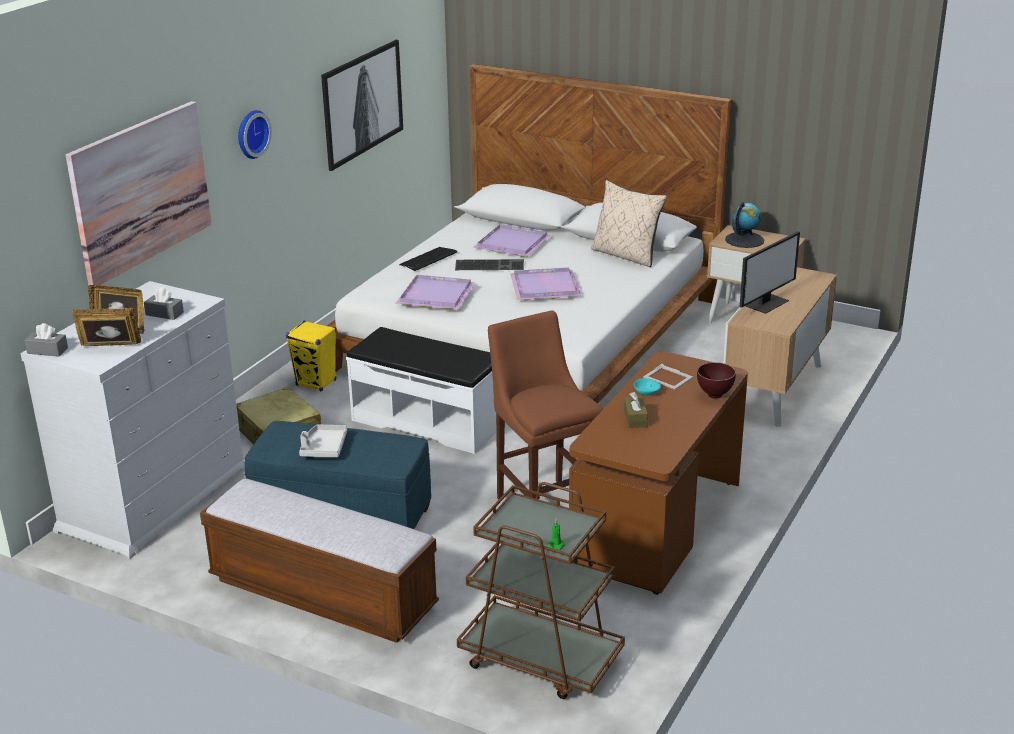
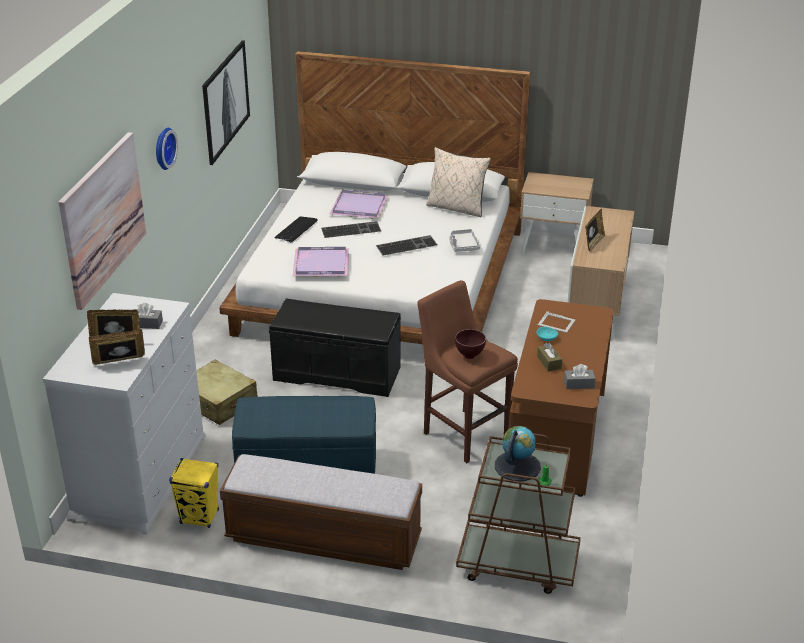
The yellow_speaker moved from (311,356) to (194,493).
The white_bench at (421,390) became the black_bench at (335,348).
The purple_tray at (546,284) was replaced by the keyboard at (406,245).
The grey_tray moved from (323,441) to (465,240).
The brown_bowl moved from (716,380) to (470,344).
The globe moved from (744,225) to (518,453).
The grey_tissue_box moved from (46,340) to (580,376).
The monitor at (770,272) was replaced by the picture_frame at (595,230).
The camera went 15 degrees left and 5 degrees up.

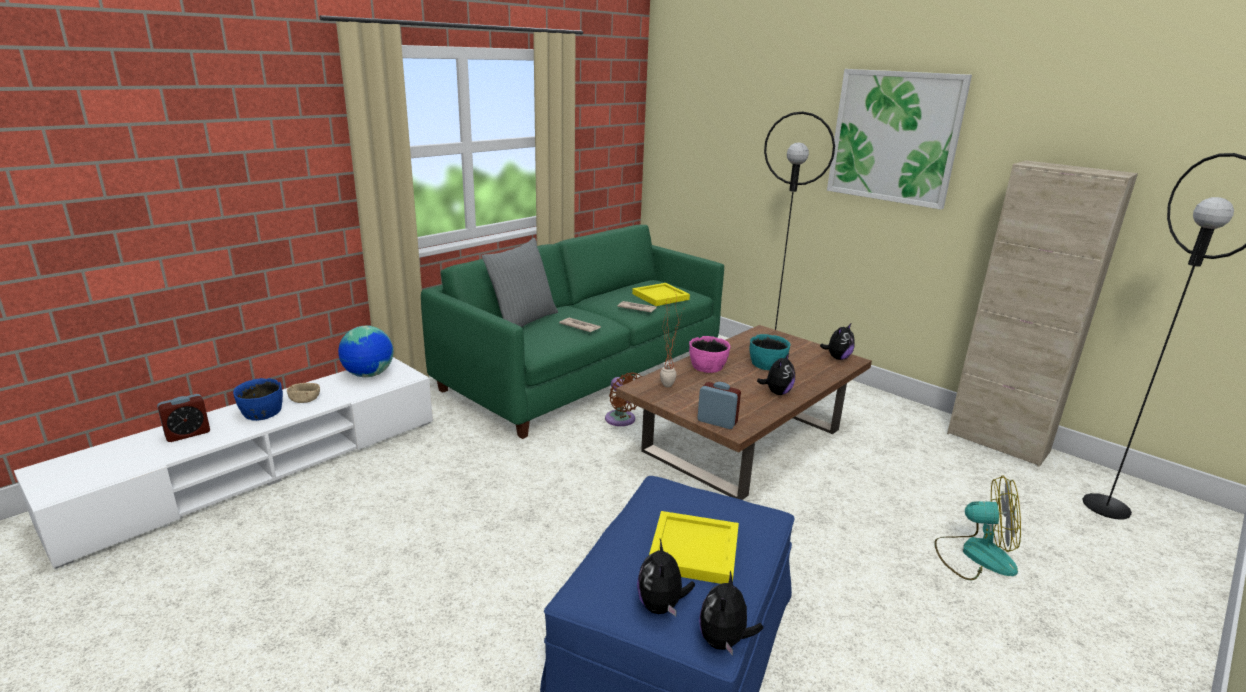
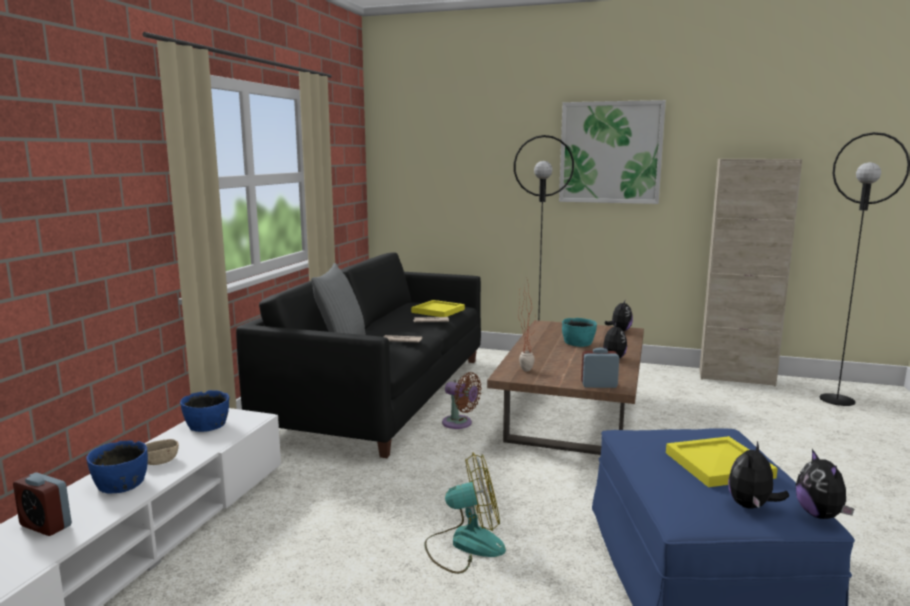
The alarm_clock at (183,418) turned 90 degrees clockwise.
The globe at (365,351) was replaced by the blue_bowl at (204,411).
The green_sofa at (572,332) became the black_sofa at (358,355).
The fan moved from (977,527) to (465,513).
The plush_toy at (666,577) turned 60 degrees clockwise.
The pink_bowl at (709,354) disappeared.
The camera went 25 degrees left and 10 degrees down.

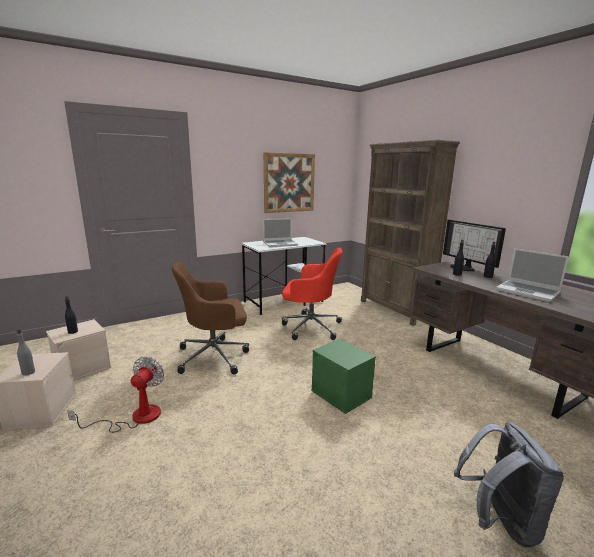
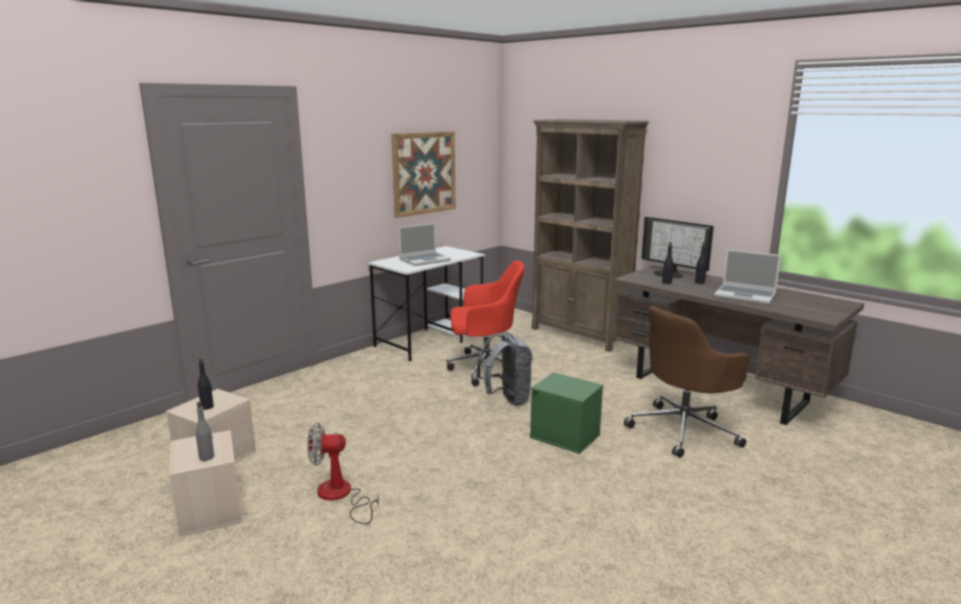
The fan at (115,395) turned 90 degrees counterclockwise.
The grey_backpack moved from (509,484) to (504,369).
The brown_office_chair moved from (210,318) to (687,382).
The camera went 15 degrees left and 0 degrees up.

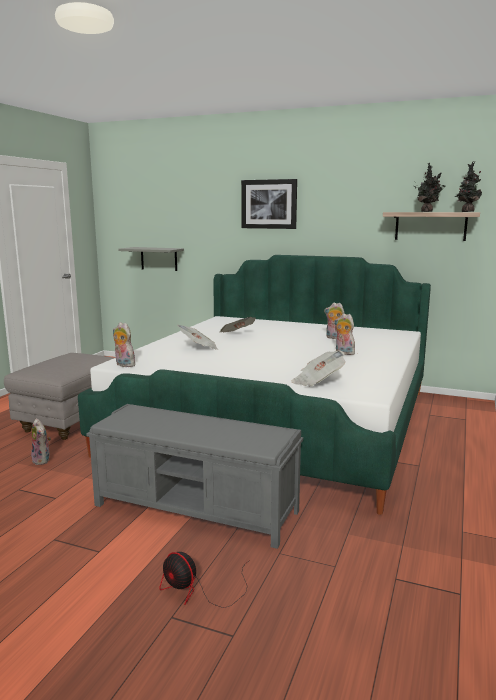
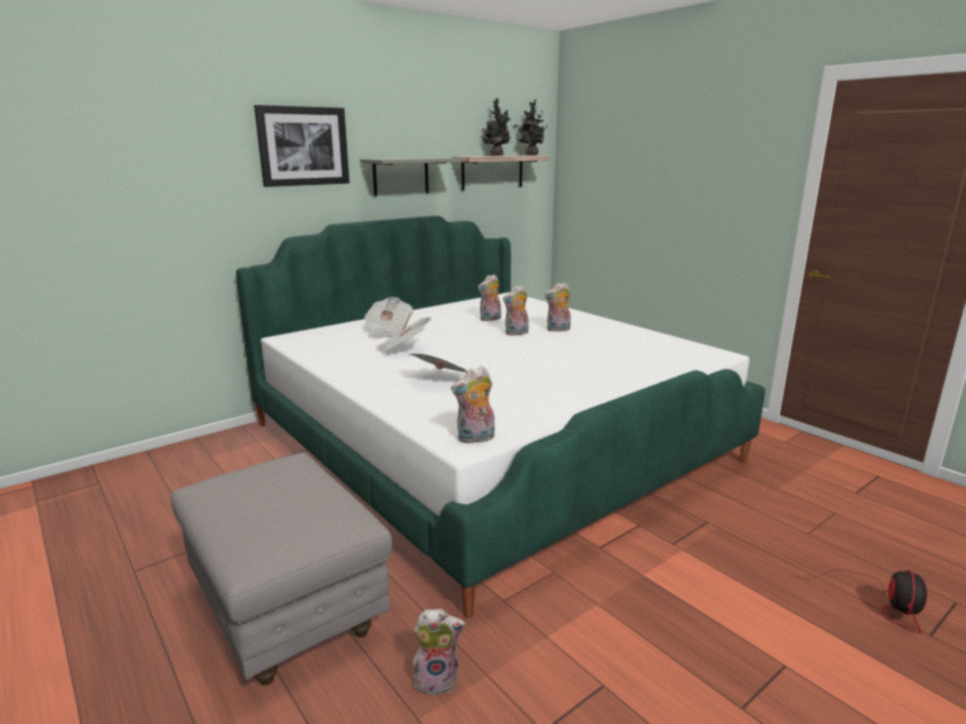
The grey_shelf moved from (151,259) to (411,177).
The newspaper moved from (318,369) to (389,318).
The plush_toy at (516,310) appeared.
The fan at (205,580) turned 45 degrees counterclockwise.
The grey_bench at (194,476) disappeared.
The camera went 60 degrees left and 5 degrees up.

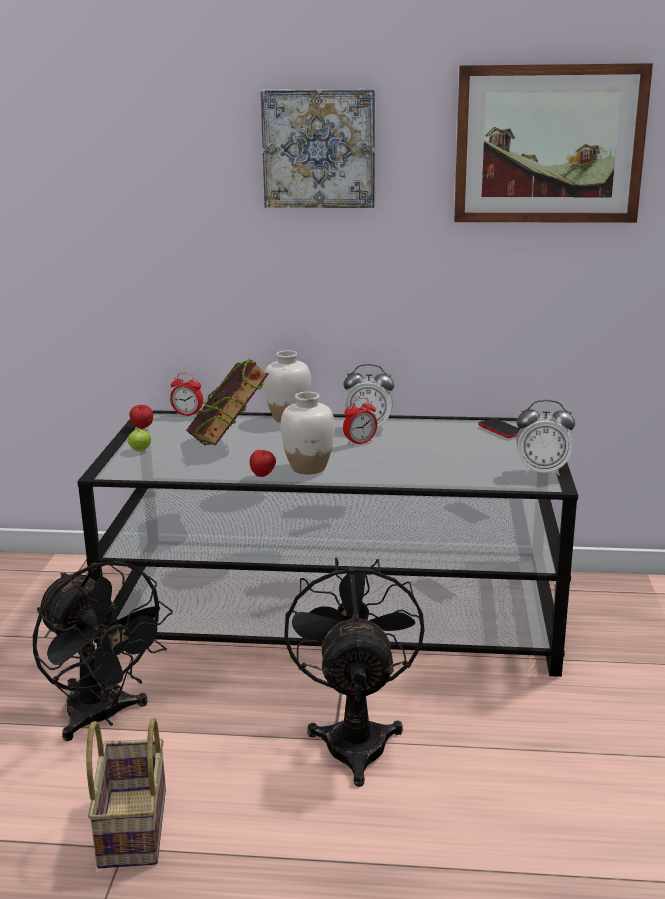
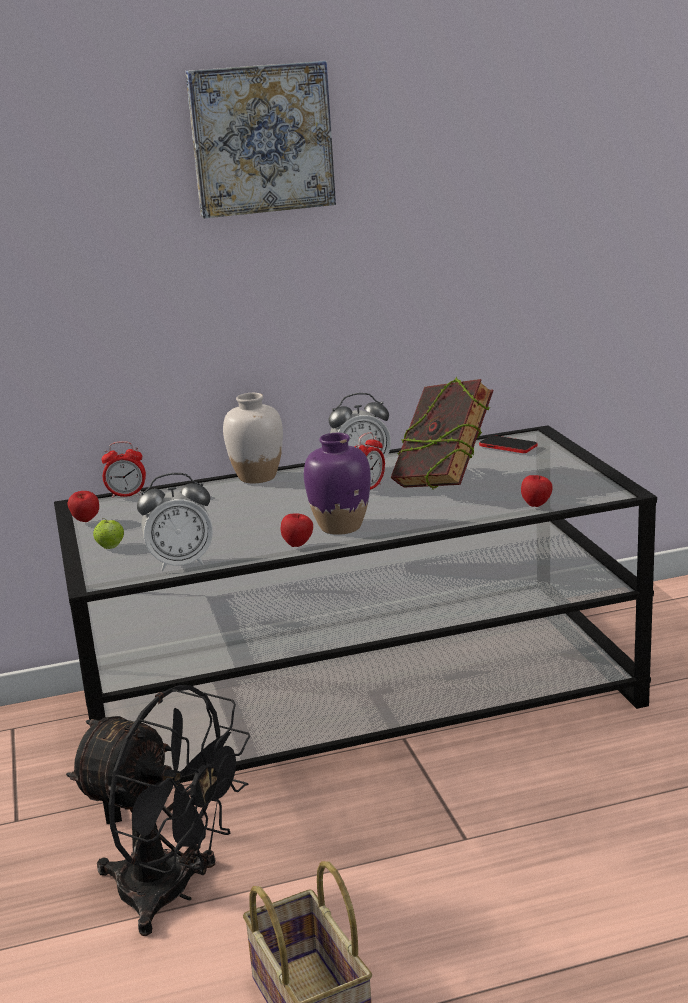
The alarm_clock moved from (545,438) to (175,522).
The white_vase at (308,433) became the purple_vase at (337,484).
The book moved from (227,402) to (442,433).
The apple at (537,491) appeared.
The black_fan at (354,672) disappeared.
The picture at (553,143) disappeared.
The camera went 20 degrees left and 0 degrees up.

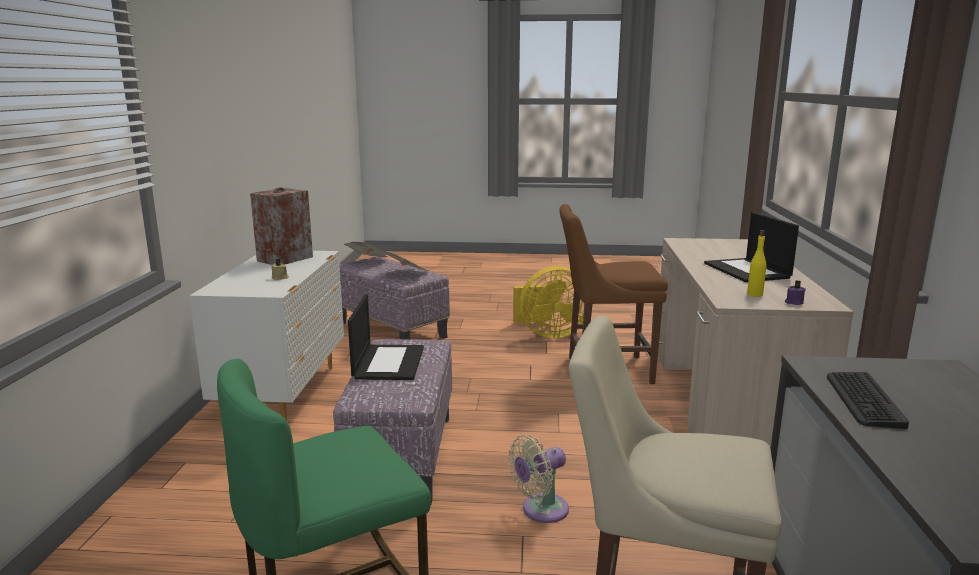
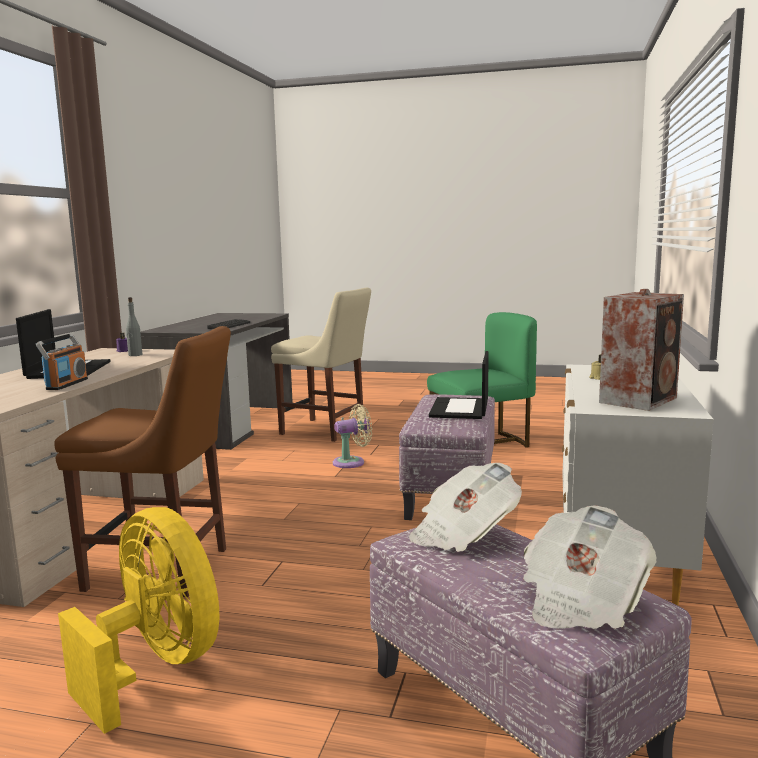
The radio at (62,362) appeared.
The yellow_fan at (548,302) turned 45 degrees clockwise.
The yellow_bottle at (756,263) became the grey_bottle at (134,326).
The camera went 170 degrees left and 5 degrees down.

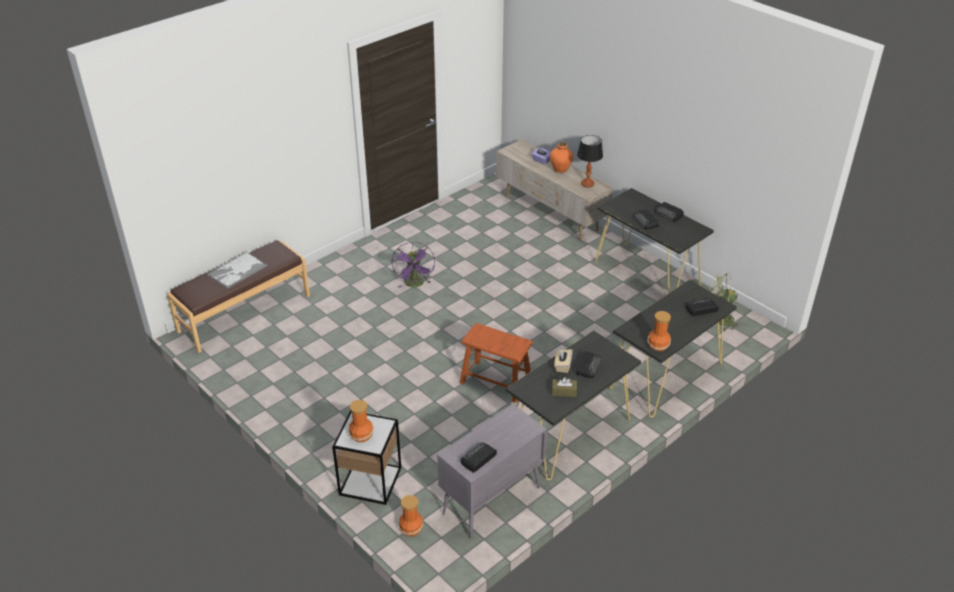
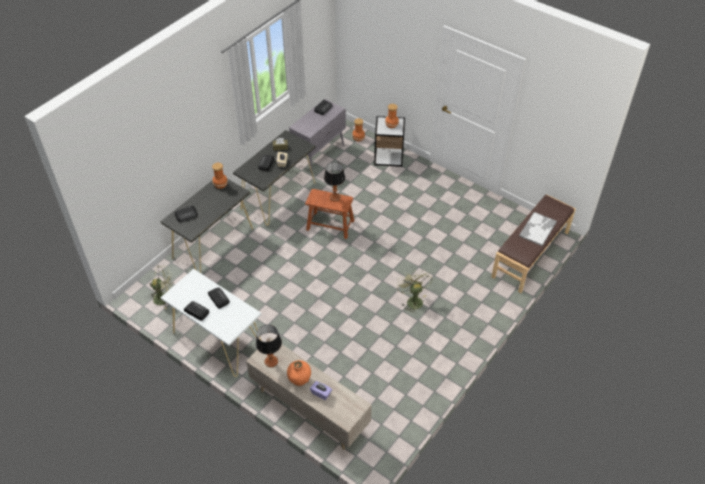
The black_console_table at (654,240) became the white_console_table at (211,323).
The table_lamp at (334,182) appeared.
The purple_fan at (413,265) became the green_fan at (414,291).
The camera went 170 degrees right and 10 degrees up.

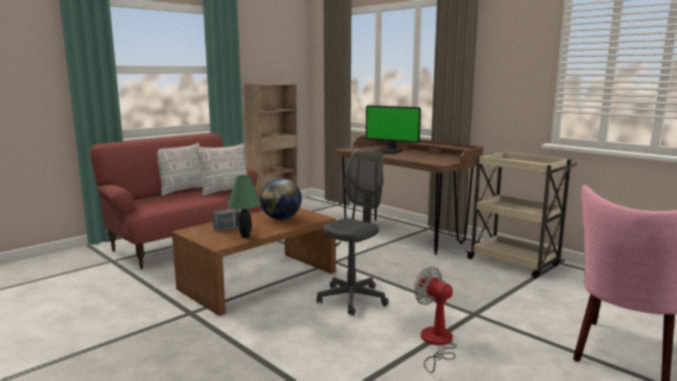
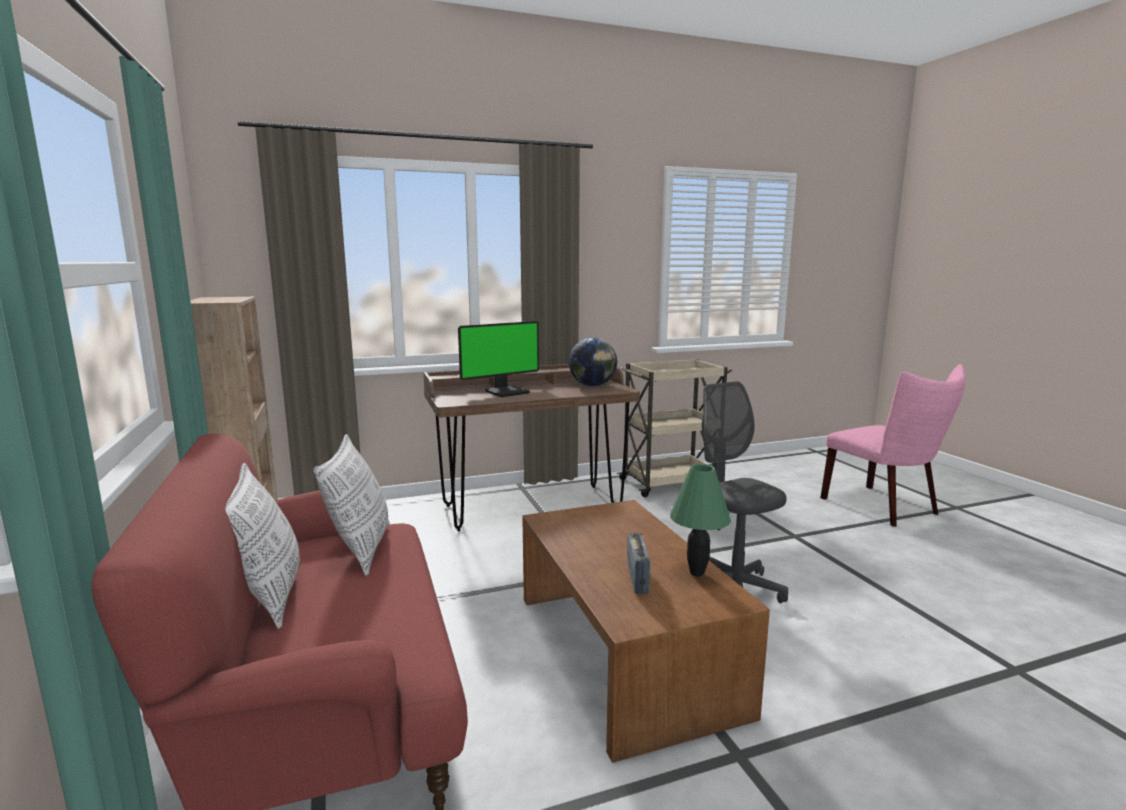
The globe moved from (281,199) to (593,362).
The fan at (435,320) disappeared.
The camera went 65 degrees left and 0 degrees up.

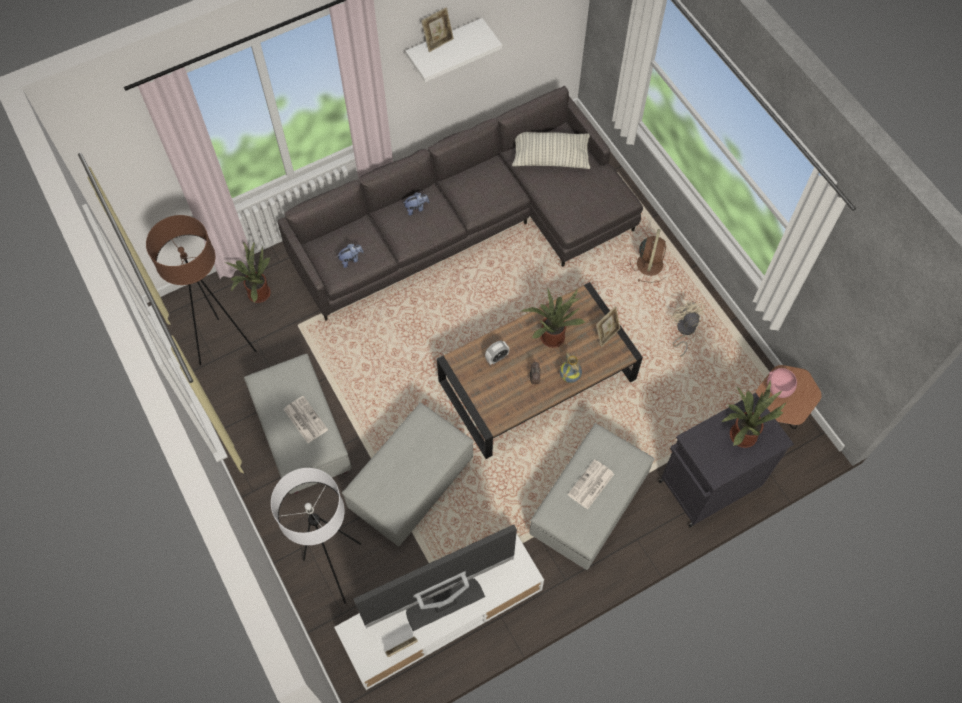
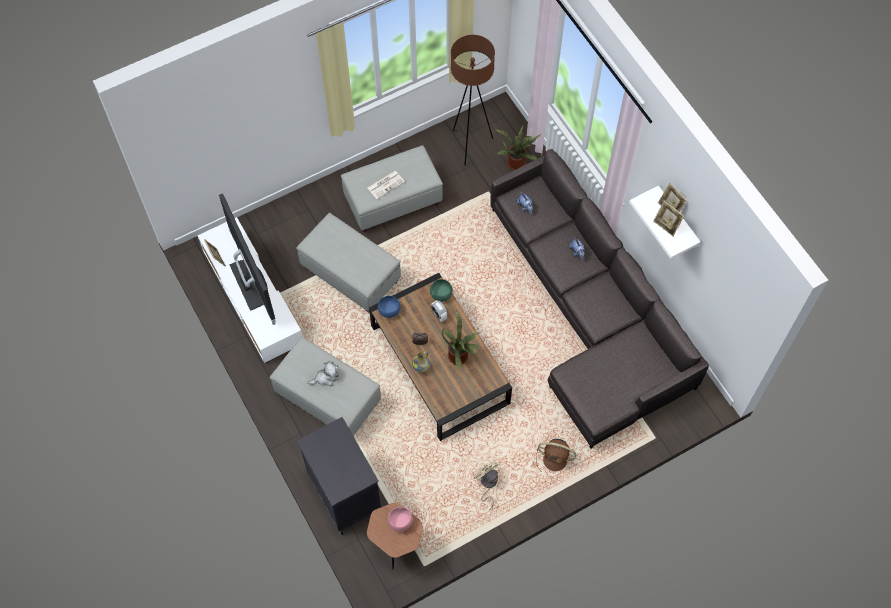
The newspaper at (590,484) was replaced by the plush_toy at (323,373).
The blue_bowl at (389,307) appeared.
The green_bowl at (441,290) appeared.
The beige_fan at (688,329) turned 105 degrees counterclockwise.
The picture_frame moved from (608,326) to (668,218).
The white_floor_lamp at (316,535) disappeared.
The pillow at (551,150) disappeared.
The potted_plant at (754,414) disappeared.
The camera went 90 degrees right and 0 degrees up.

